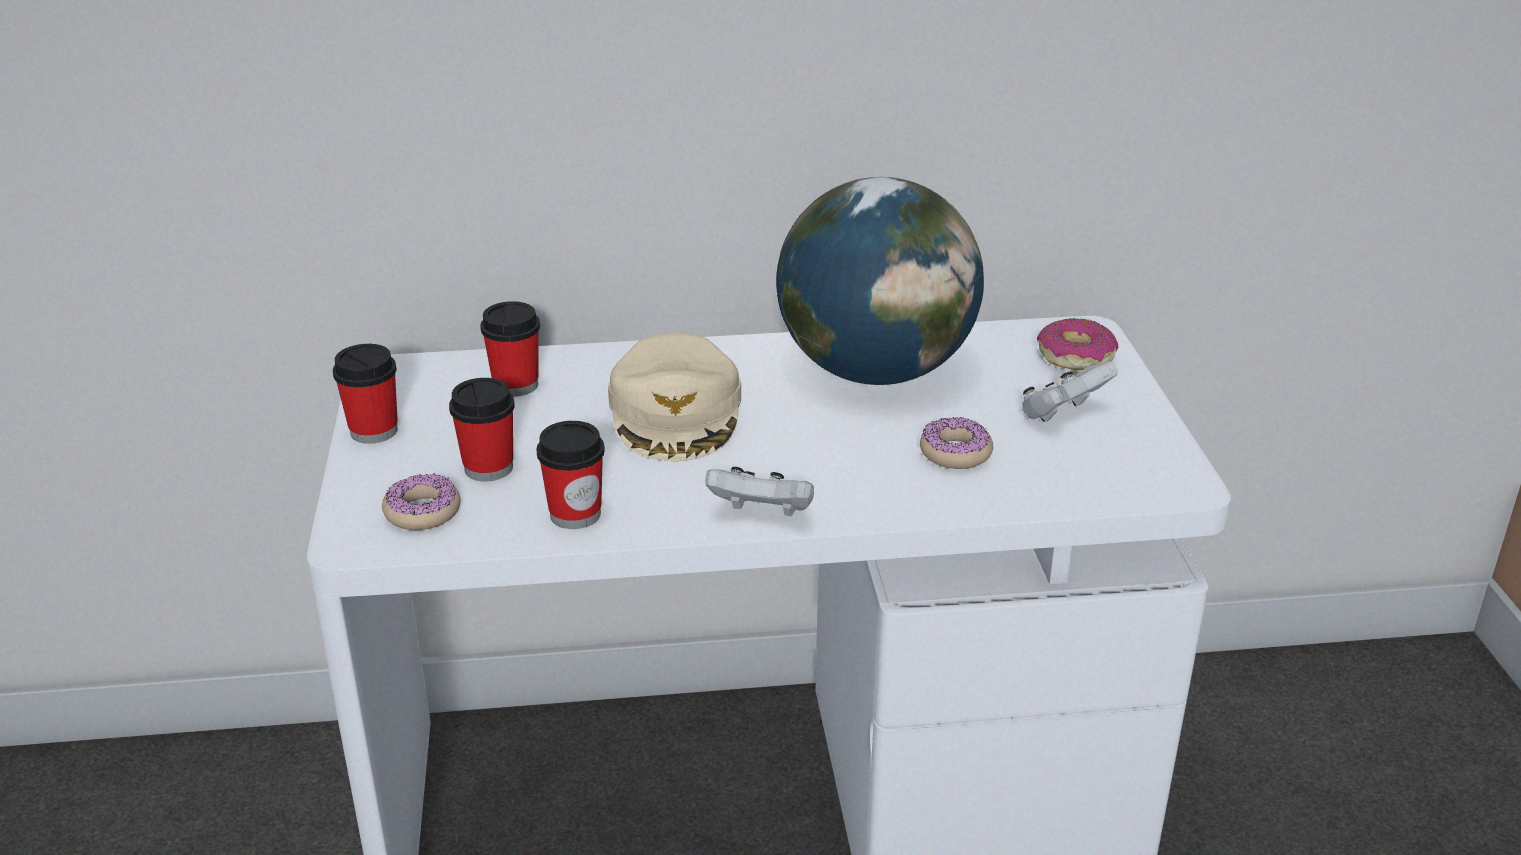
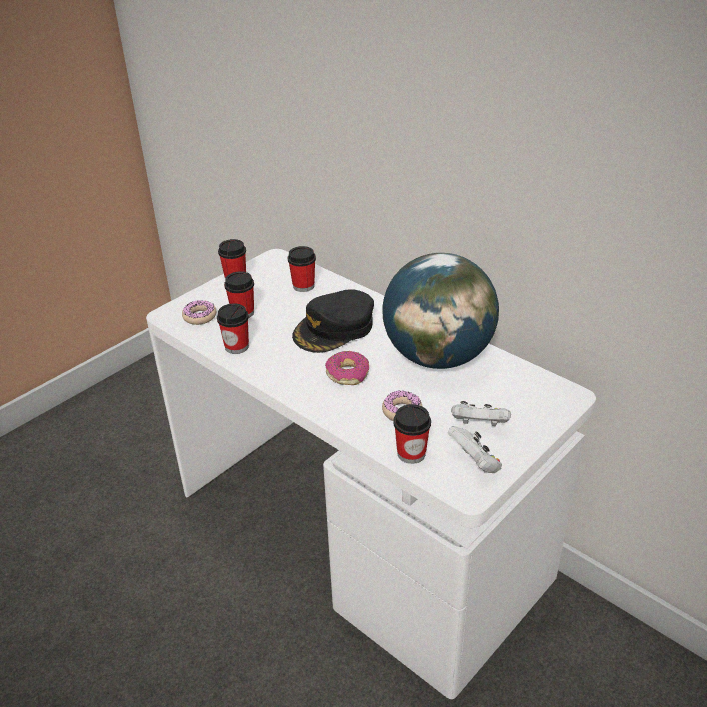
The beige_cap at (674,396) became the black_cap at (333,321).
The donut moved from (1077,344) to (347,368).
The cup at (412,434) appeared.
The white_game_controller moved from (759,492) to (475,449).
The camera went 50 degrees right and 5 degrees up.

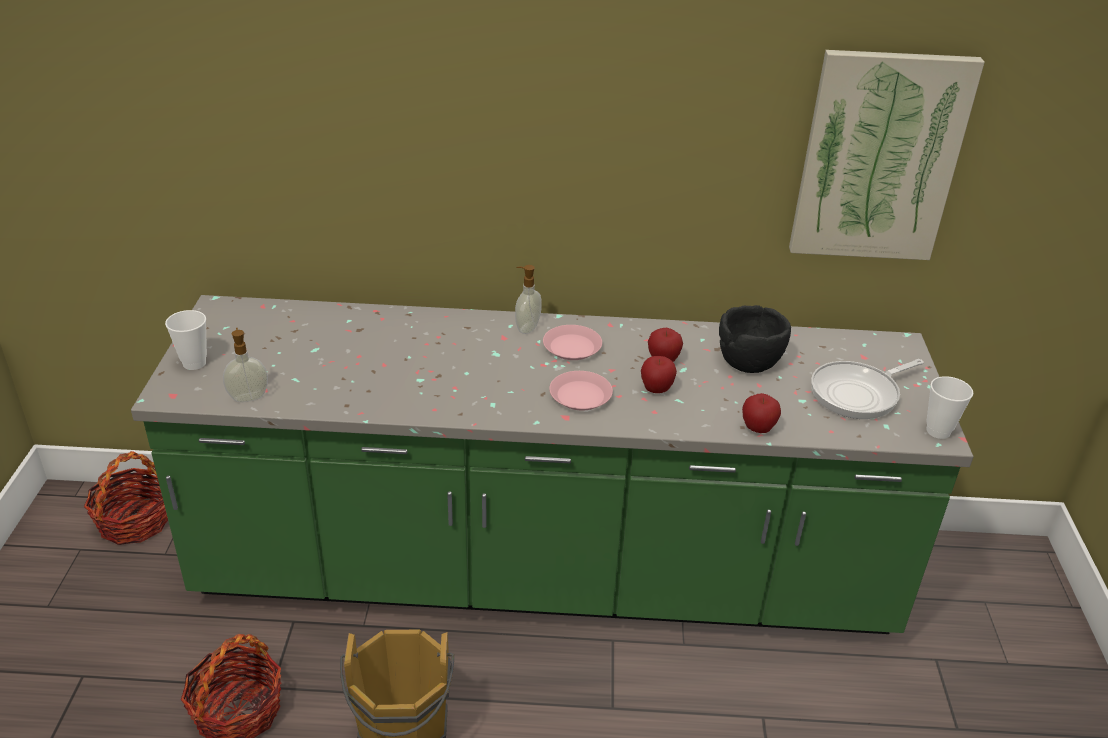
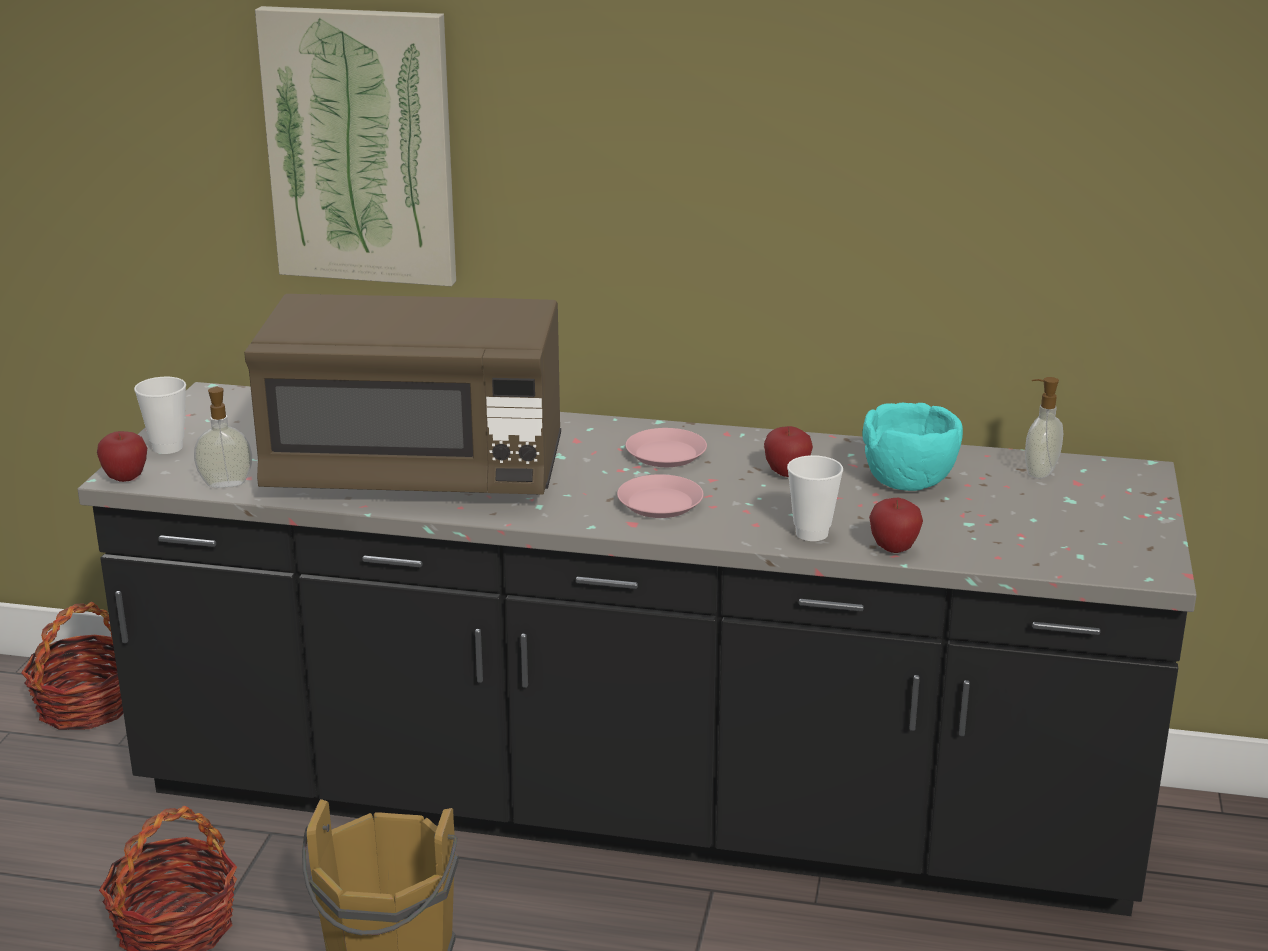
The green_counter at (552,464) became the black_counter at (637,649).
The apple moved from (659,374) to (122,456).
The brown_microwave at (402,394) appeared.
The picture moved from (887,155) to (355,146).
The cup moved from (949,407) to (815,498).
The black_bowl at (755,339) became the turquoise_bowl at (913,447).
The soap_dispenser moved from (528,299) to (1044,428).
The frying_pan at (867,389) disappeared.
The camera went 10 degrees right and 10 degrees down.

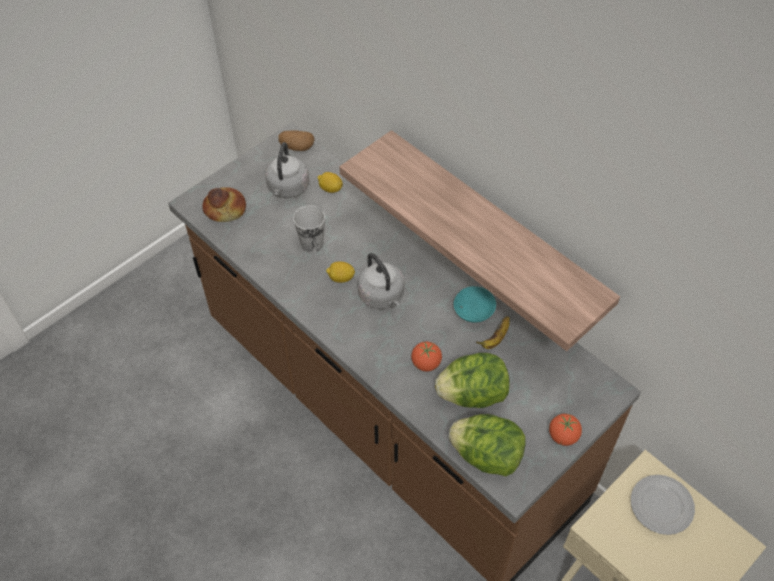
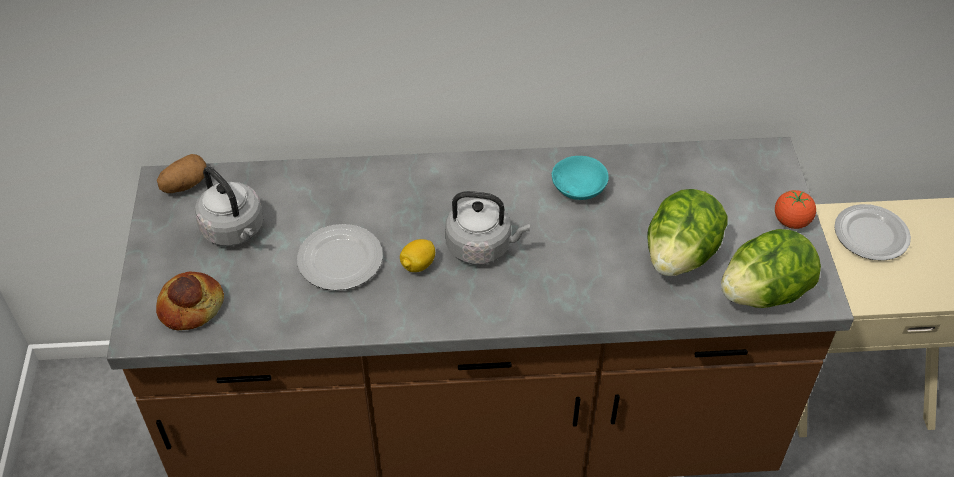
The cup at (309,229) was replaced by the plate at (340,257).
The lemon at (330,182) disappeared.
The shelf at (479,240) disappeared.
The tomato at (426,356) disappeared.
The banana at (493,332) disappeared.
The camera went 50 degrees left and 5 degrees down.

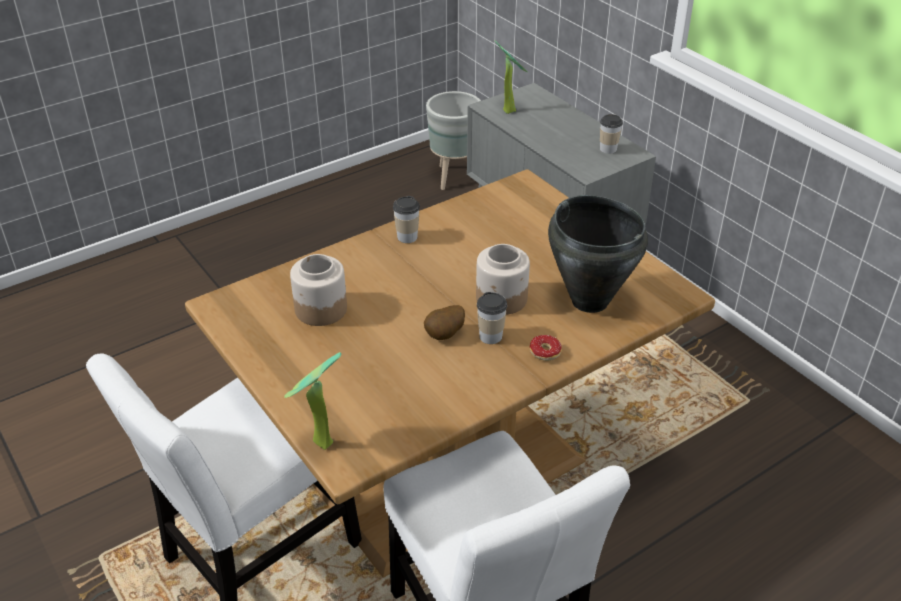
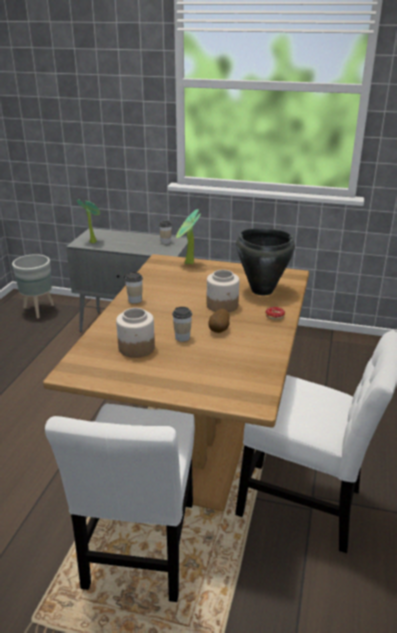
The cup moved from (492,318) to (182,324).
The potted_plant moved from (313,401) to (188,236).
The camera went 40 degrees left and 10 degrees down.

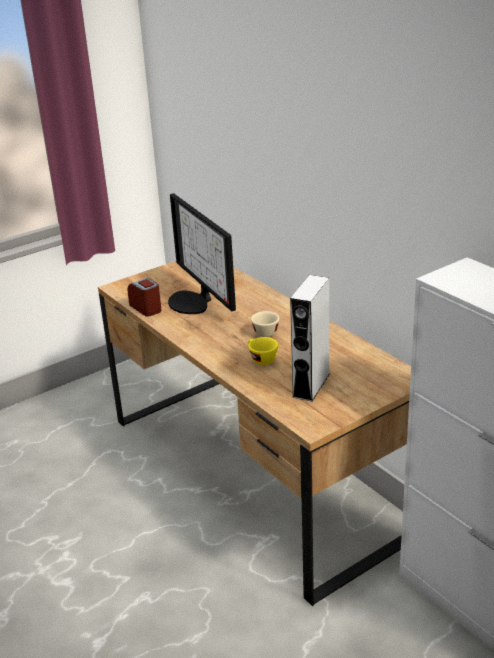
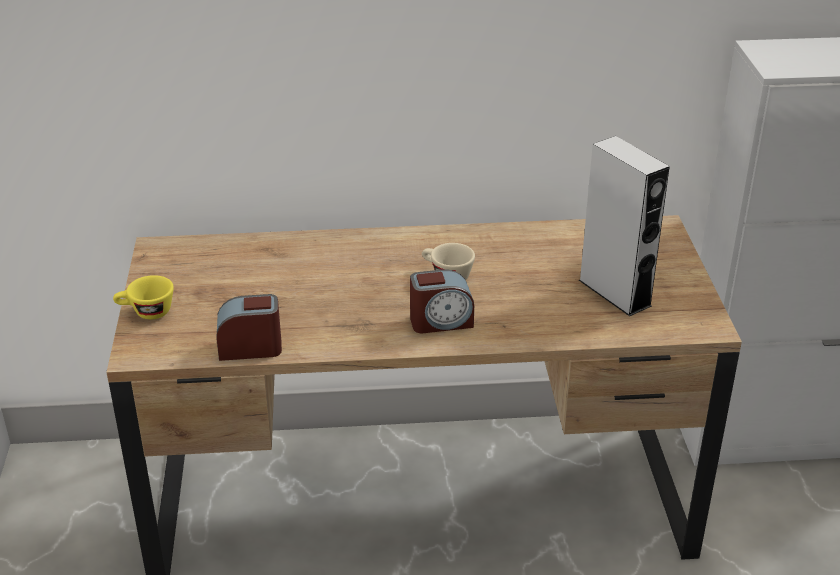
The yellow_cup moved from (263,351) to (143,297).
The alarm_clock at (442,301) appeared.
The monitor at (202,253) disappeared.
The camera went 60 degrees left and 5 degrees up.

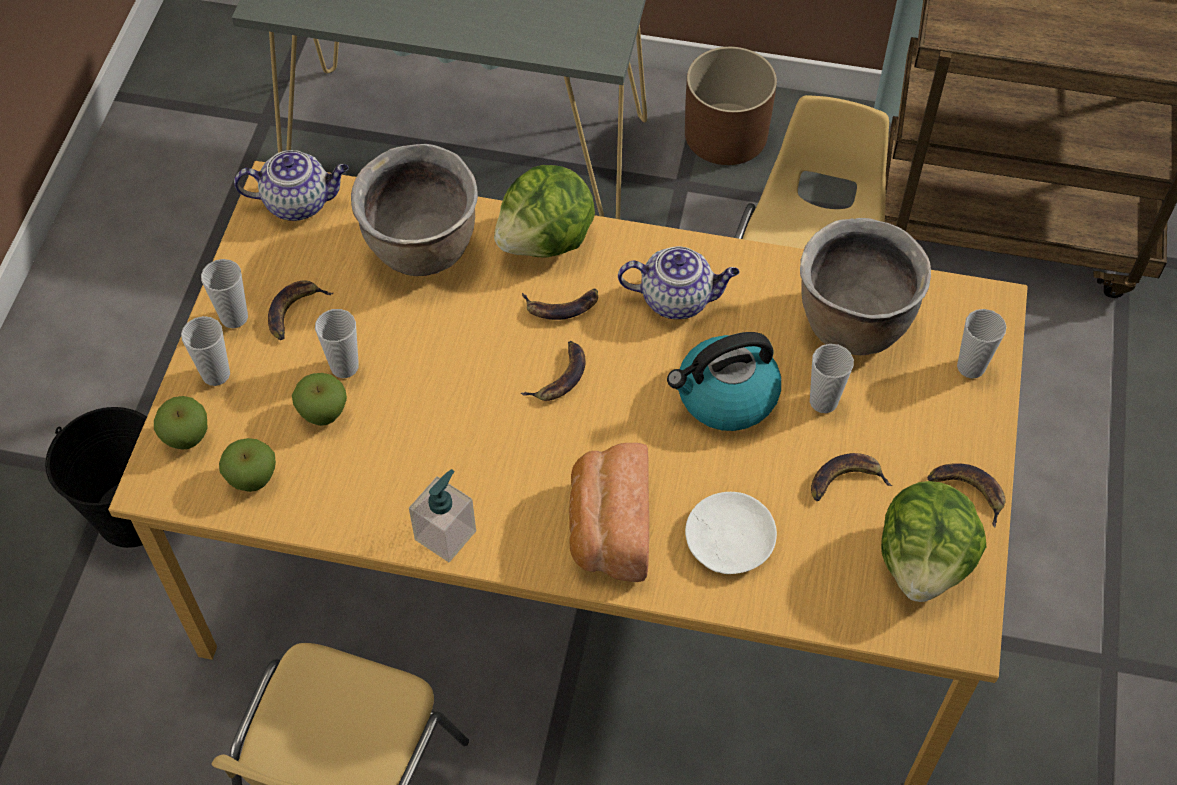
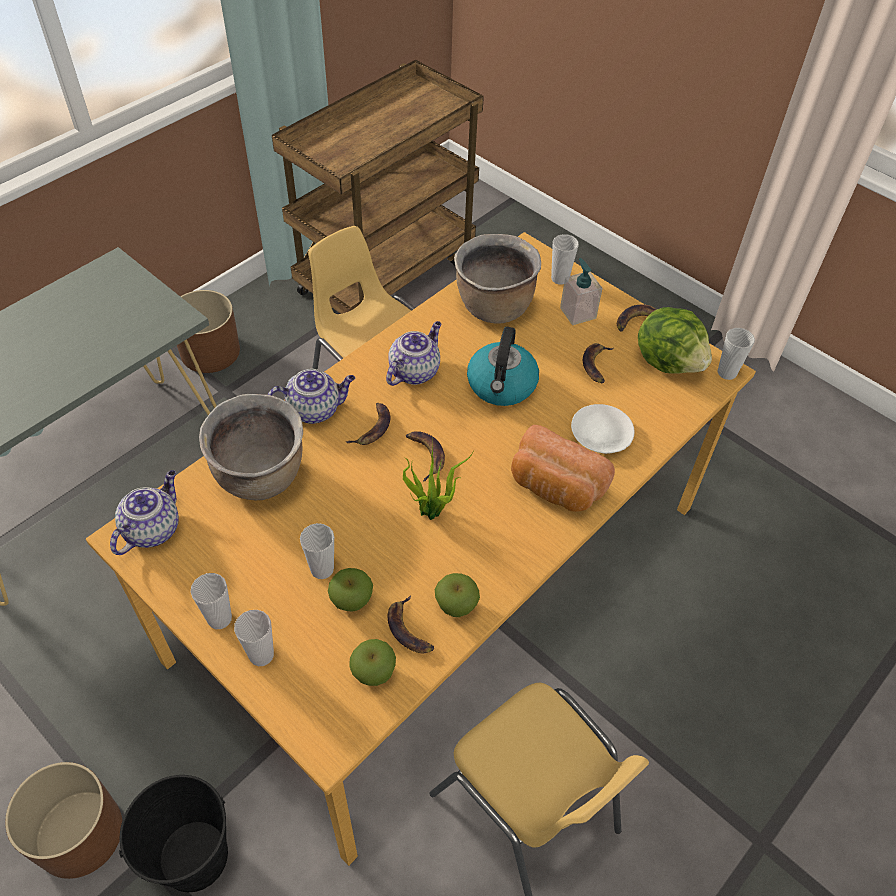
The brown_planter at (63,820) appeared.
The lettuce at (544,211) was replaced by the teapot at (311,396).
The banana moved from (300,310) to (411,624).
The potted_plant at (438,478) appeared.
The apple moved from (180,423) to (457,595).
The soap_dispenser moved from (442,515) to (581,291).
The cup moved from (832,378) to (736,354).
The camera went 60 degrees left and 5 degrees down.

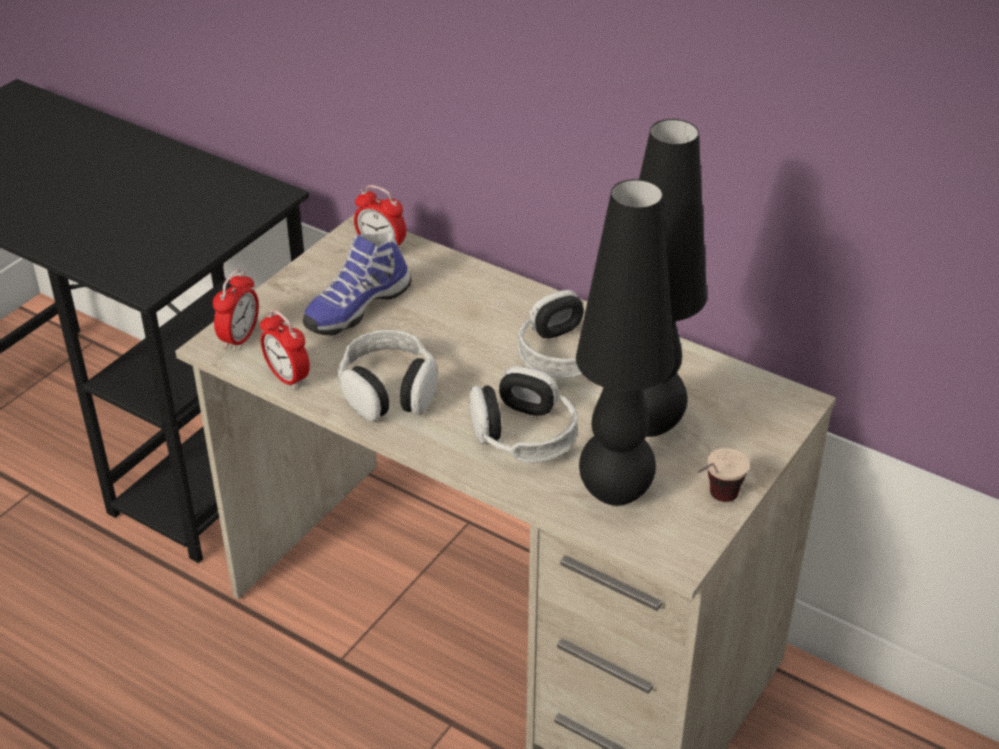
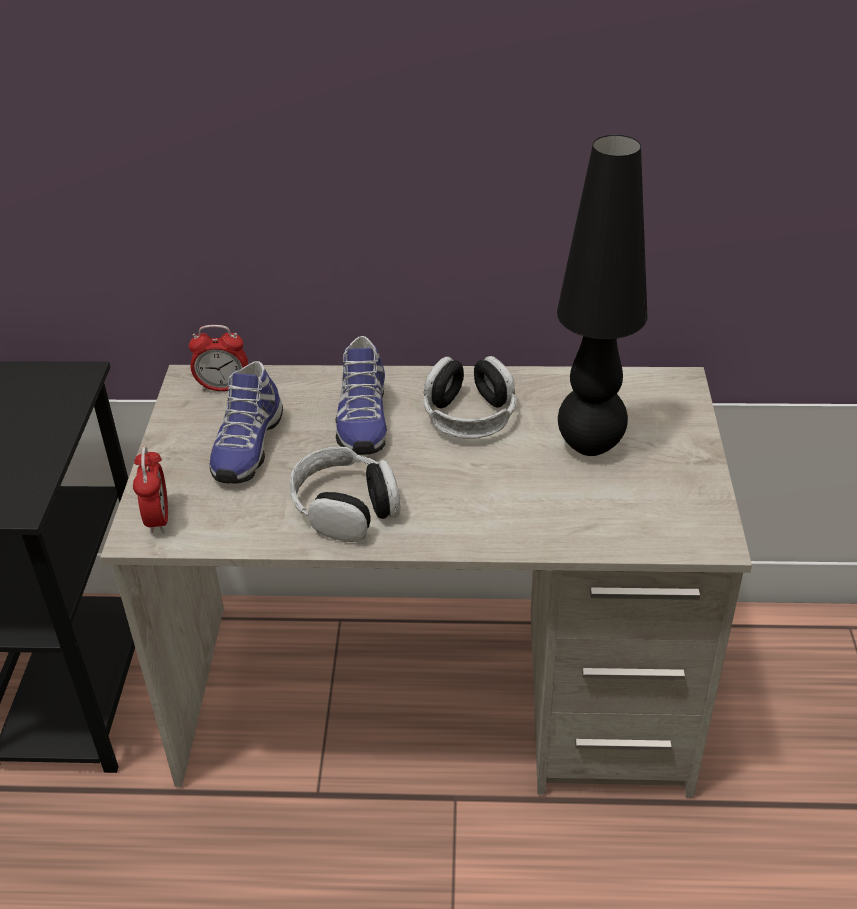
The shoe at (361,395) appeared.
The alarm_clock at (285,349) disappeared.
The headphones at (524,414) disappeared.
The black_table_lamp at (625,342) disappeared.
The cup at (723,475) disappeared.
The camera went 30 degrees left and 0 degrees up.

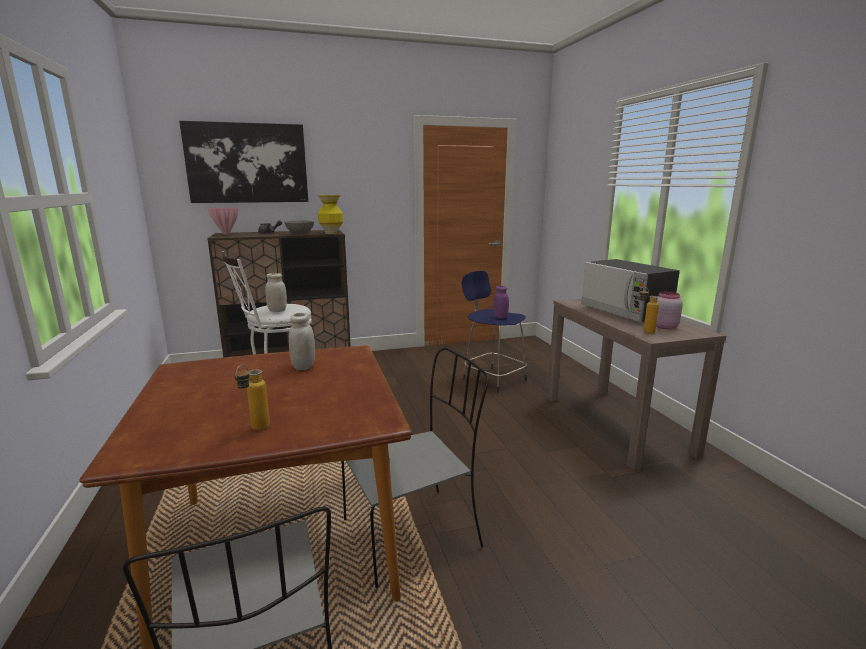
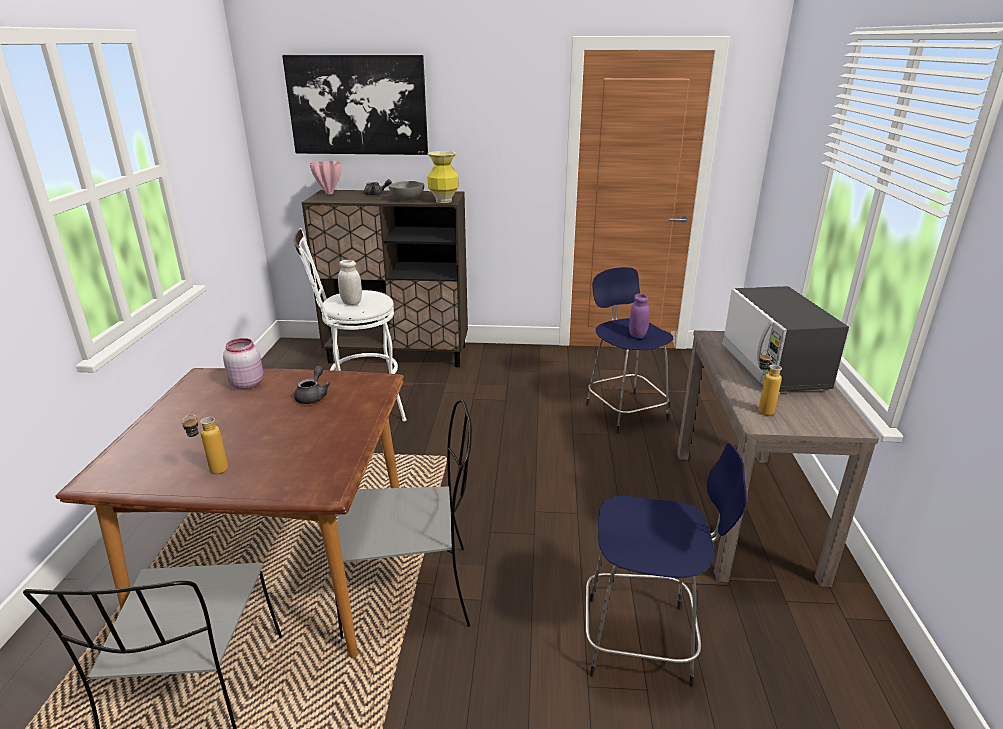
The pink_jar moved from (669,311) to (243,363).
The white_jar at (302,341) was replaced by the grey_teapot at (312,385).
The blue_stool at (666,565) appeared.
The camera went 20 degrees right and 10 degrees up.

